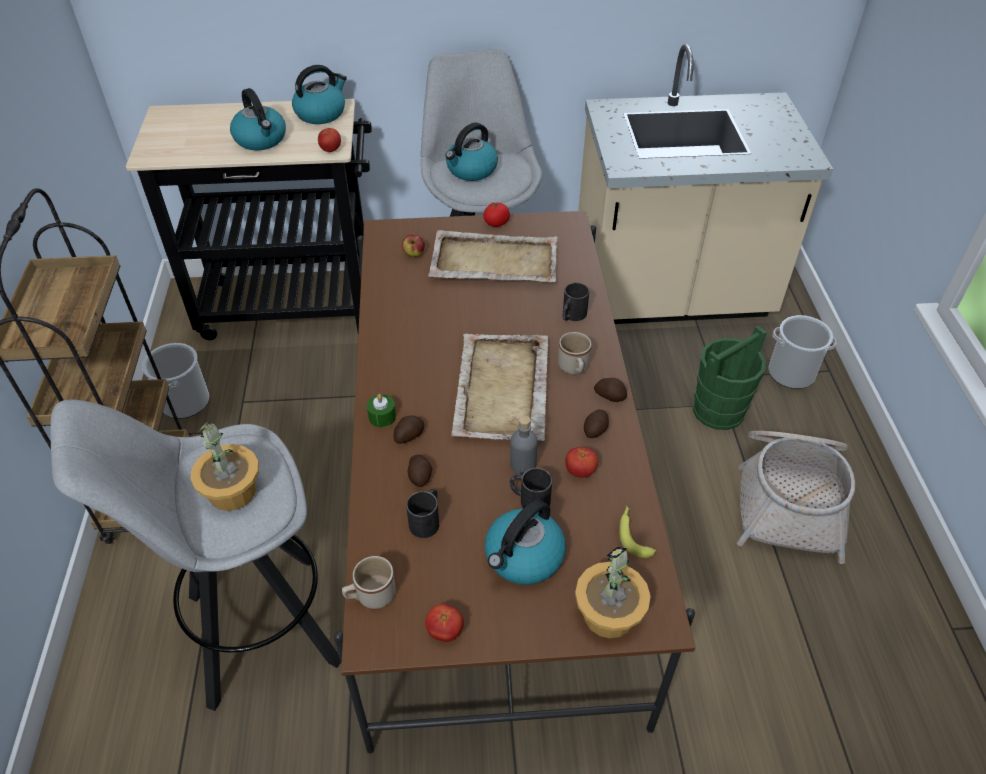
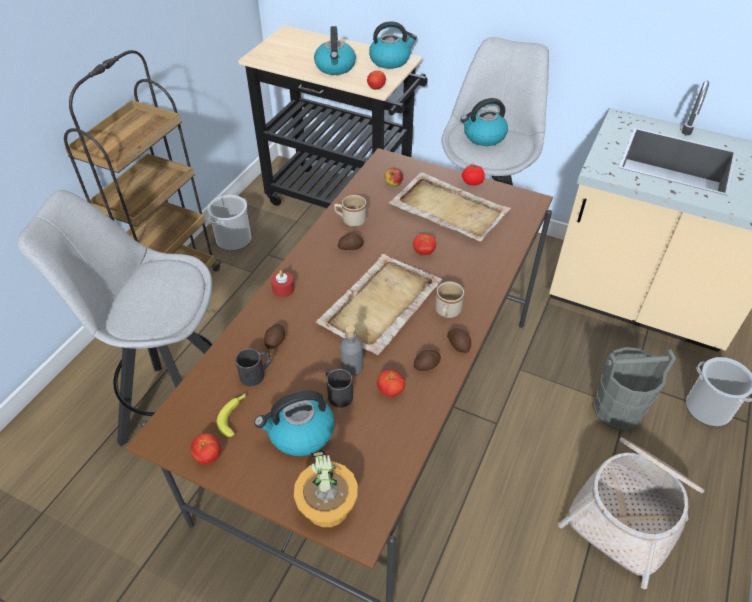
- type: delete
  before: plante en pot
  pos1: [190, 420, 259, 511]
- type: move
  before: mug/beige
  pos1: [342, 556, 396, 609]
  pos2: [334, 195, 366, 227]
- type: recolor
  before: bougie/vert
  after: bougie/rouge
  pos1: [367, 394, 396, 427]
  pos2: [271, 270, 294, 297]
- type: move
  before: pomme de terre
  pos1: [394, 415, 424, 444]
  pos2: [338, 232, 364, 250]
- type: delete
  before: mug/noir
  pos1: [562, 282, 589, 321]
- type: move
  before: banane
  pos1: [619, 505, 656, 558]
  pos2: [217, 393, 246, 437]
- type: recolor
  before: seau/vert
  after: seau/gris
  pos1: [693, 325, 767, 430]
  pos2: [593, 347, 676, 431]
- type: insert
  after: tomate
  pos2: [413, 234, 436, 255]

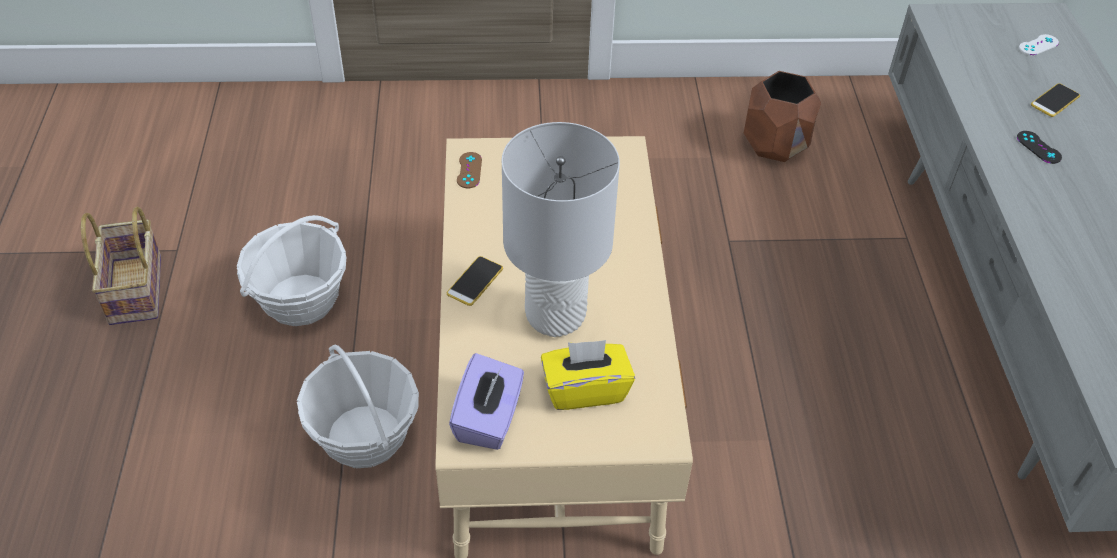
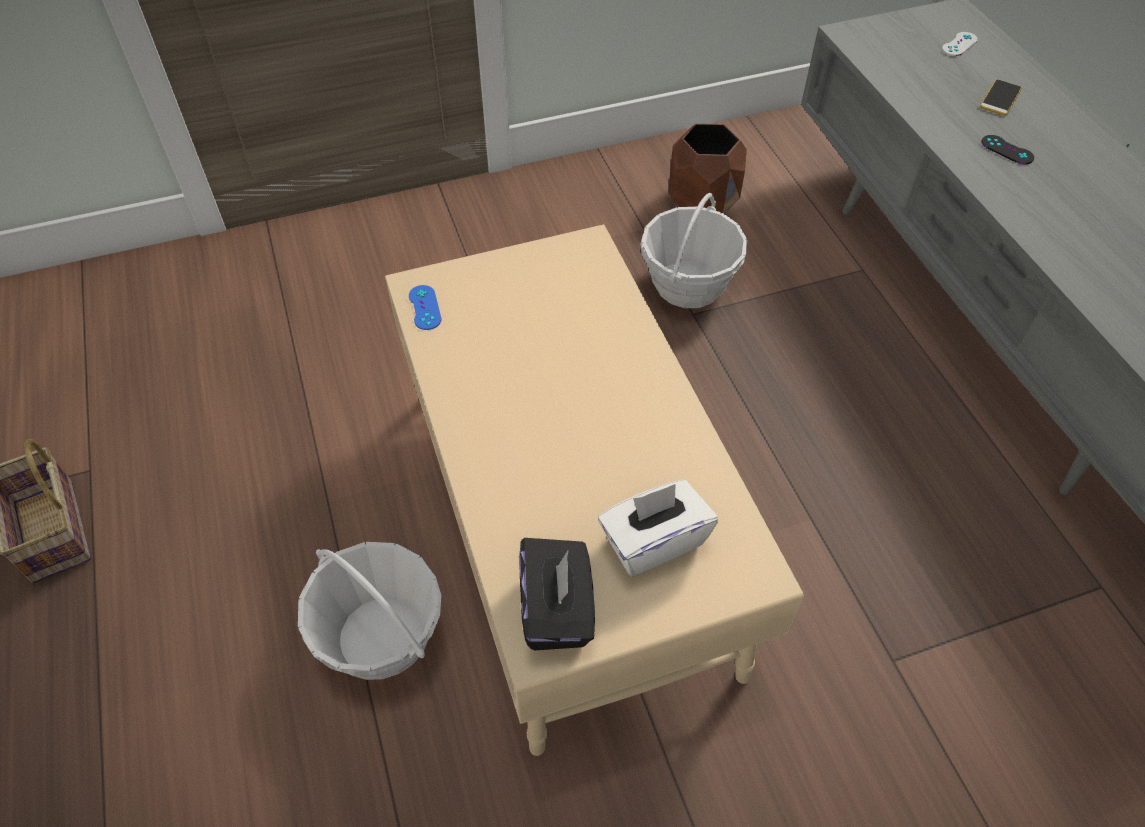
- type: move
  before: panier
  pos1: [236, 215, 346, 326]
  pos2: [640, 193, 747, 308]
- type: delete
  before: téléphone
  pos1: [447, 256, 503, 306]
- type: recolor
  before: boîte à mouchoirs/violet
  after: boîte à mouchoirs/noir
  pos1: [449, 353, 524, 450]
  pos2: [519, 538, 595, 650]
- type: recolor
  before: manette/marron
  after: manette/bleu
  pos1: [457, 152, 482, 189]
  pos2: [409, 285, 441, 330]
- type: delete
  before: lampe de table/gris
  pos1: [502, 122, 620, 337]
- type: recolor
  before: boîte à mouchoirs/jaune
  after: boîte à mouchoirs/blanc
  pos1: [541, 340, 635, 410]
  pos2: [598, 480, 718, 576]

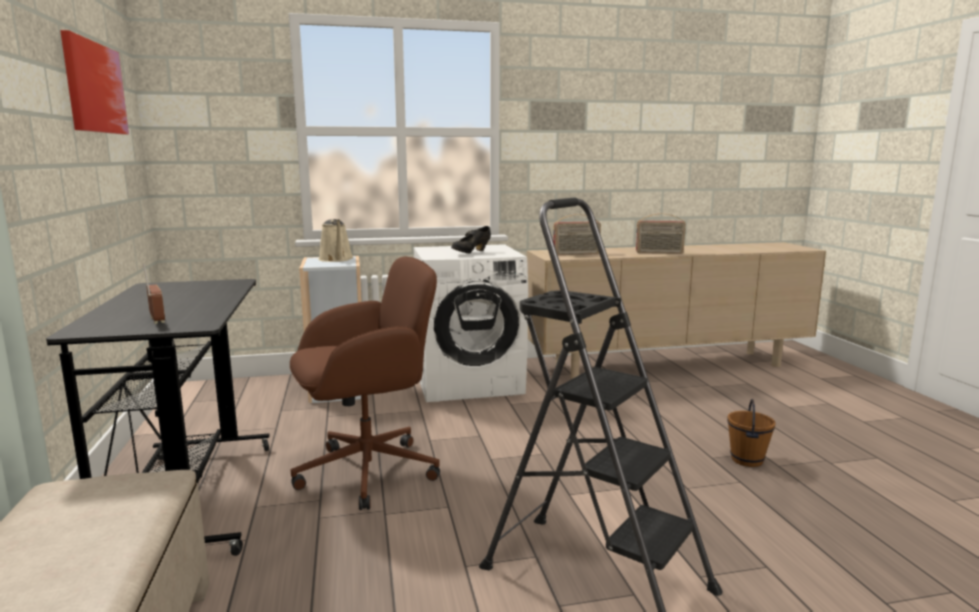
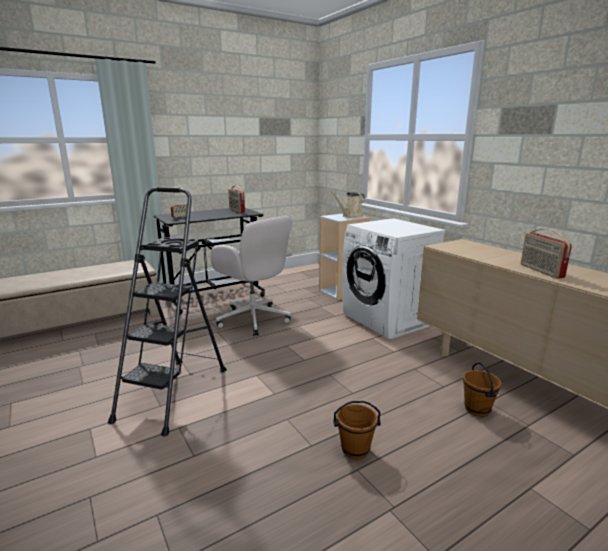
- type: delete
  before: tableau
  pos1: [60, 30, 129, 134]
- type: recolor
  before: chaise de bureau/marron
  after: chaise de bureau/blanc
  pos1: [290, 256, 440, 510]
  pos2: [211, 215, 292, 336]
- type: delete
  before: chaussure/noir
  pos1: [451, 226, 491, 253]
- type: move
  before: radio
  pos1: [553, 214, 601, 255]
  pos2: [228, 185, 245, 213]
- type: insert
  after: seau/marron
  pos2: [463, 363, 502, 417]

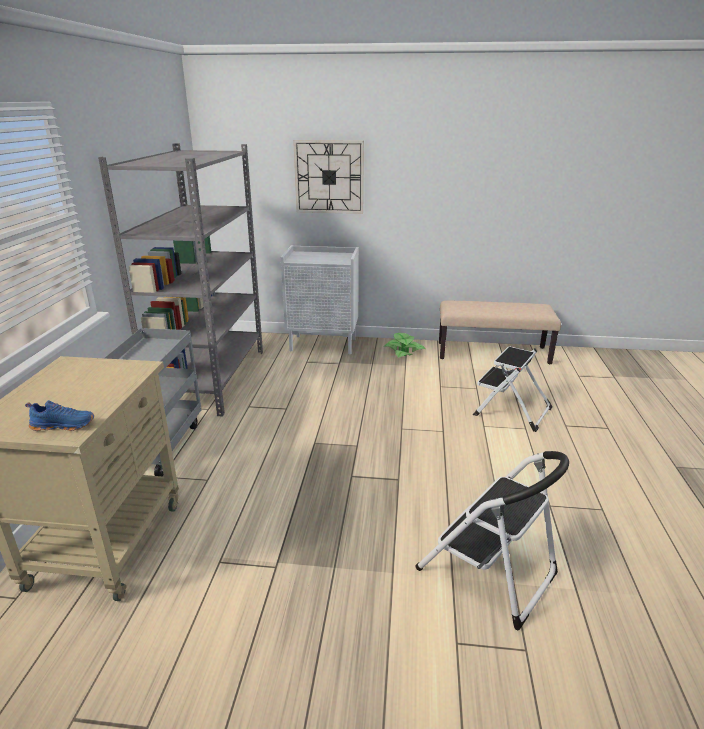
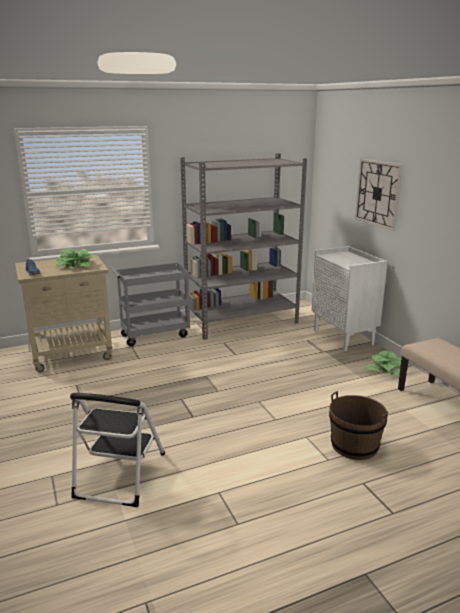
- type: replace
  before: escabeau
  after: seau/marron
  pos1: [473, 347, 553, 432]
  pos2: [329, 391, 388, 460]
- type: insert
  after: plante en pot
  pos2: [56, 249, 94, 267]

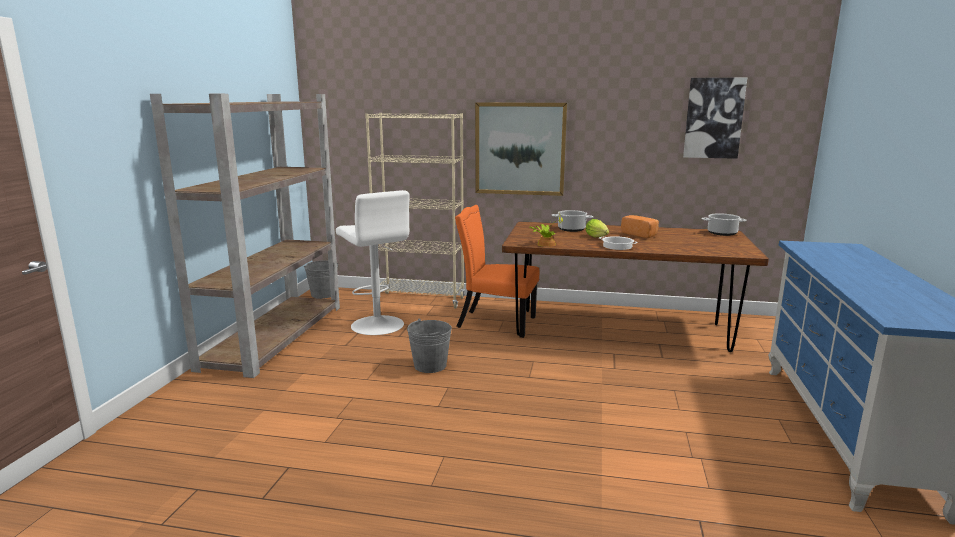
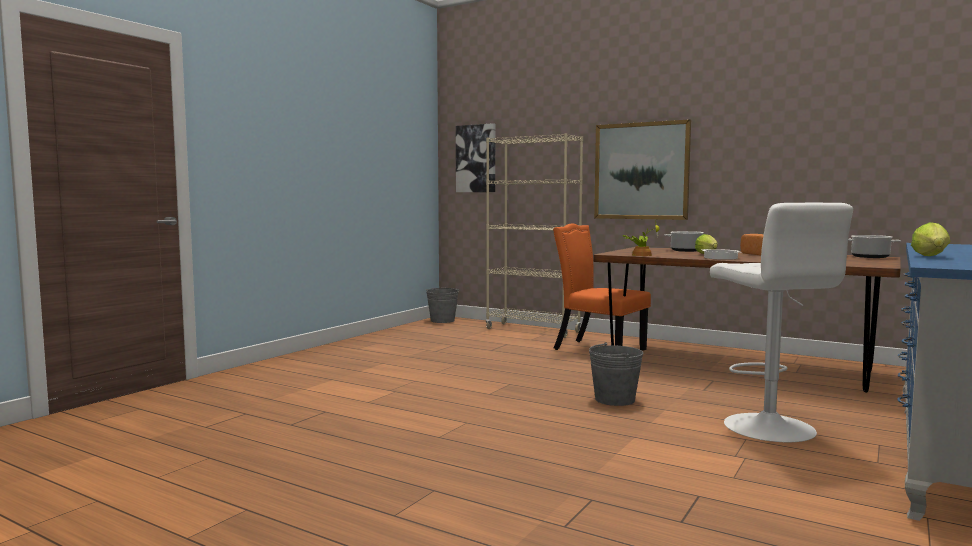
- type: delete
  before: bibliothèque/marron
  pos1: [150, 94, 340, 378]
- type: move
  before: tabouret/blanc
  pos1: [336, 190, 410, 335]
  pos2: [710, 203, 853, 442]
- type: move
  before: seau/gris
  pos1: [407, 319, 452, 373]
  pos2: [589, 342, 644, 406]
- type: move
  before: tableau
  pos1: [683, 78, 747, 159]
  pos2: [456, 123, 495, 192]
- type: insert
  after: laitue
  pos2: [911, 222, 950, 256]

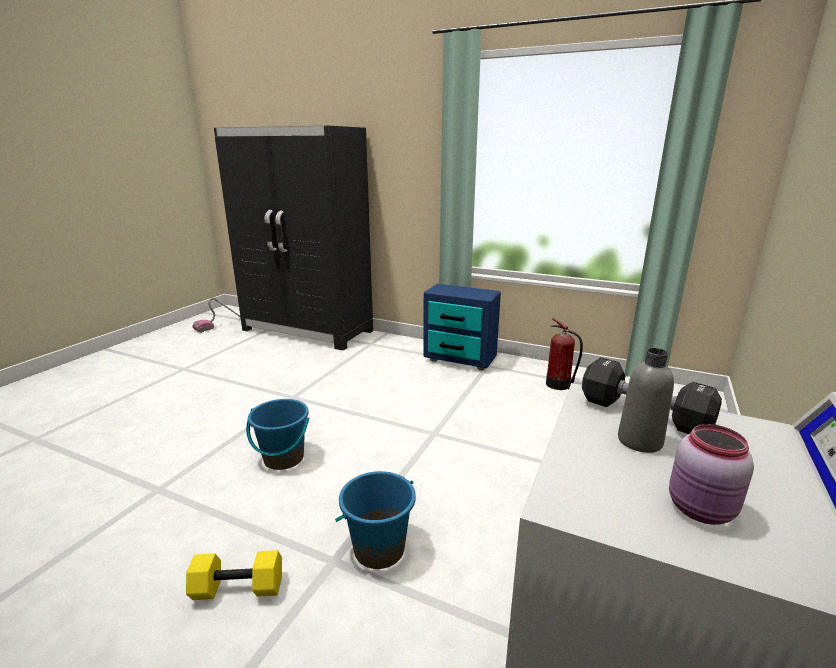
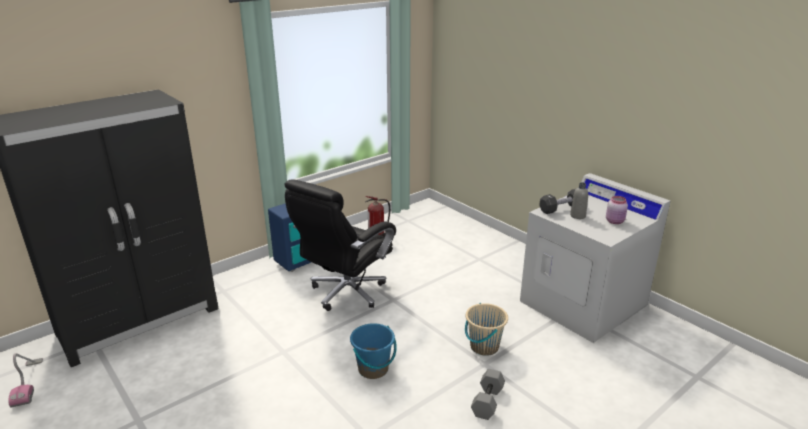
- type: recolor
  before: haltère/jaune
  after: haltère/gris
  pos1: [186, 550, 282, 600]
  pos2: [471, 369, 505, 420]
- type: recolor
  before: seau/bleu
  after: seau/beige
  pos1: [335, 471, 416, 569]
  pos2: [465, 303, 508, 356]
- type: insert
  after: chaise de bureau/noir
  pos2: [285, 180, 396, 311]

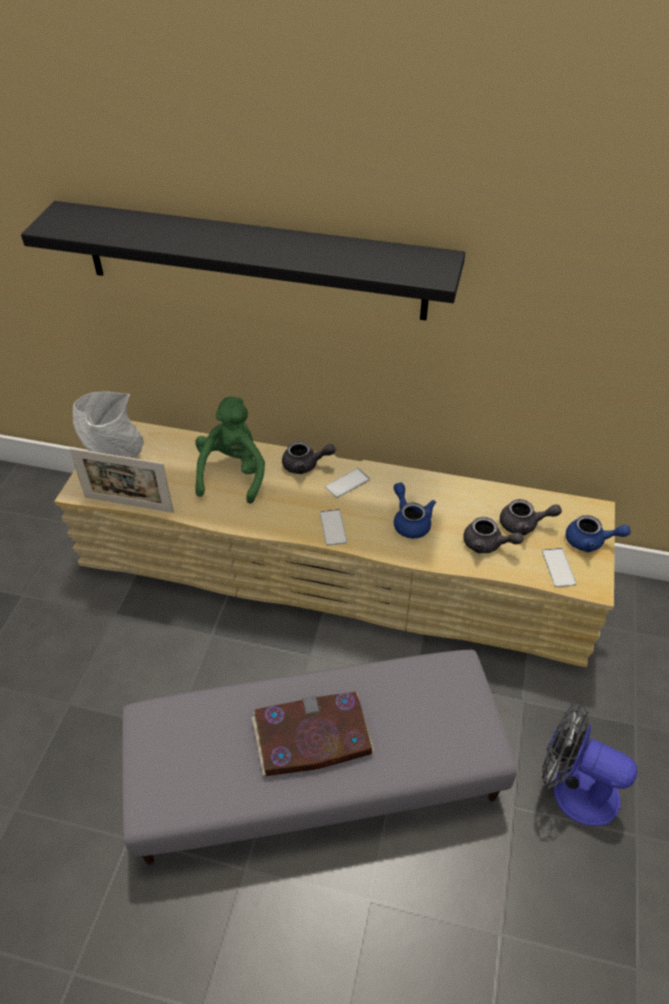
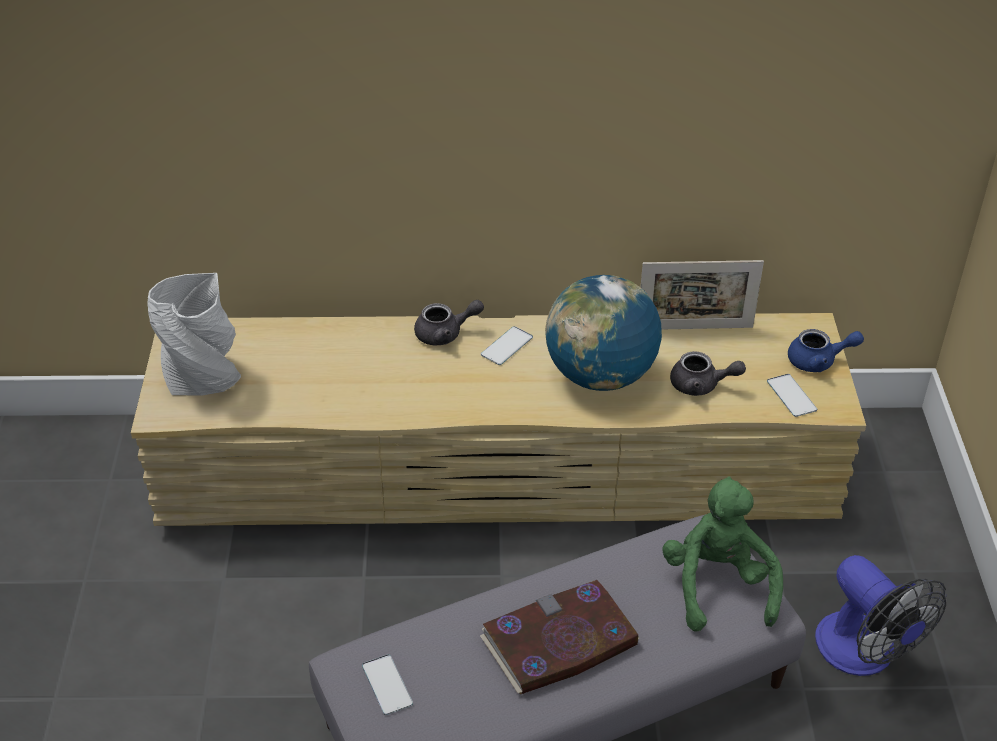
- type: delete
  before: étagère/noir
  pos1: [21, 201, 465, 320]
- type: move
  before: cadre photo
  pos1: [70, 448, 174, 513]
  pos2: [641, 260, 764, 329]
- type: move
  before: peluche/vert
  pos1: [195, 397, 265, 504]
  pos2: [663, 476, 783, 632]
- type: move
  before: téléphone
  pos1: [320, 509, 347, 545]
  pos2: [362, 654, 413, 715]
- type: replace
  before: théière/bleu
  after: globe
  pos1: [394, 483, 436, 538]
  pos2: [545, 275, 662, 391]
- type: delete
  before: théière/gris
  pos1: [500, 499, 562, 535]
- type: rotate
  before: ventilateur
  pos1: [542, 702, 637, 827]
  pos2: [815, 555, 946, 676]
  turn: -135

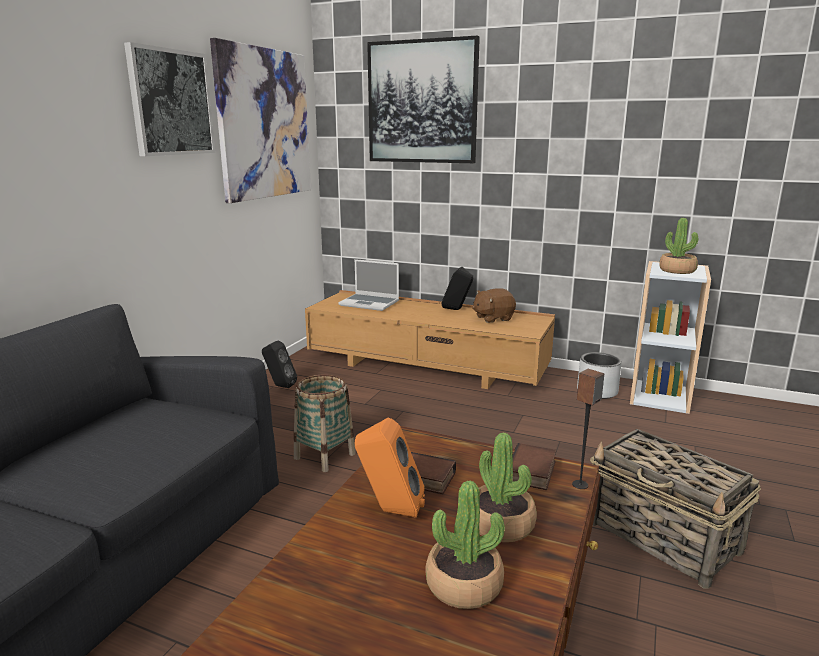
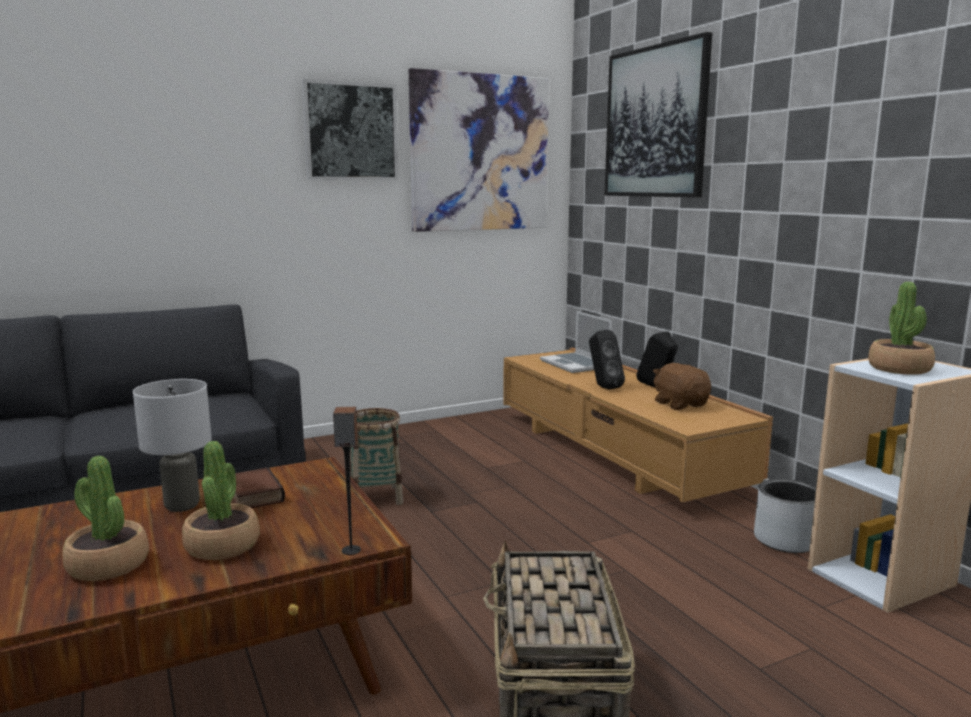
- type: move
  before: enceinte/noir
  pos1: [262, 340, 297, 388]
  pos2: [589, 330, 625, 389]
- type: replace
  before: enceinte/orange
  after: lampe de table/blanc
  pos1: [355, 418, 425, 518]
  pos2: [133, 379, 212, 512]
- type: rotate
  before: peluche/marron
  pos1: [472, 288, 516, 323]
  pos2: [653, 363, 711, 410]
  turn: 45
- type: delete
  before: livre
  pos1: [512, 443, 556, 490]

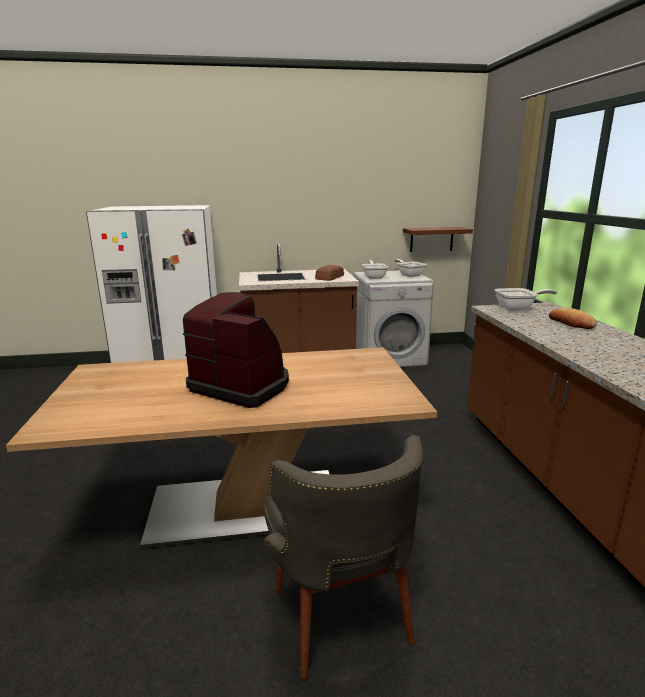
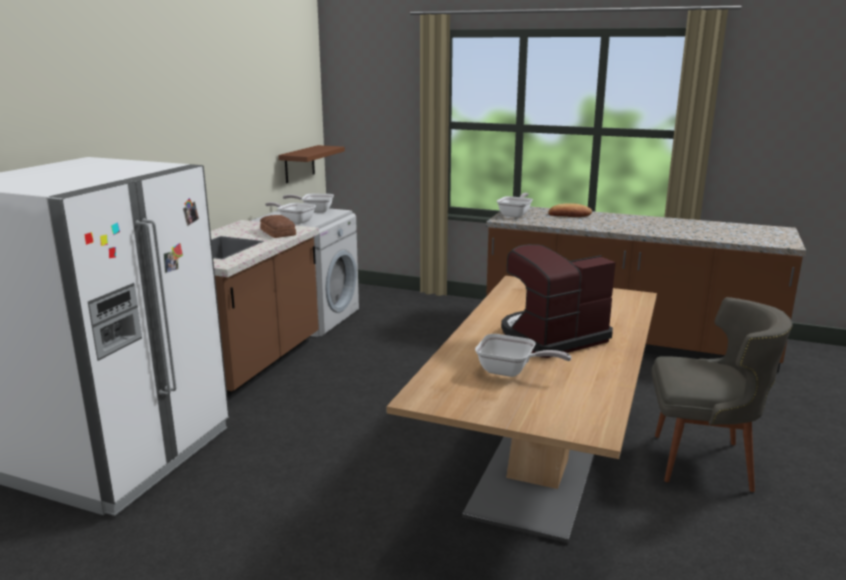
- type: insert
  after: poêle
  pos2: [475, 334, 572, 377]

